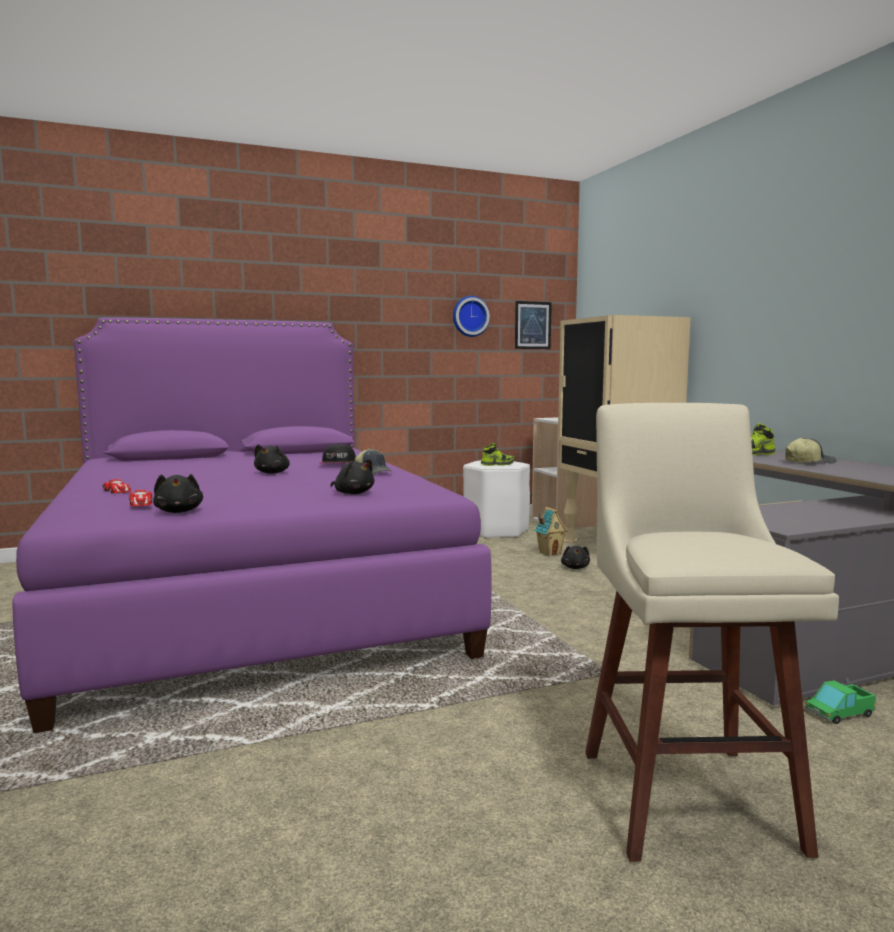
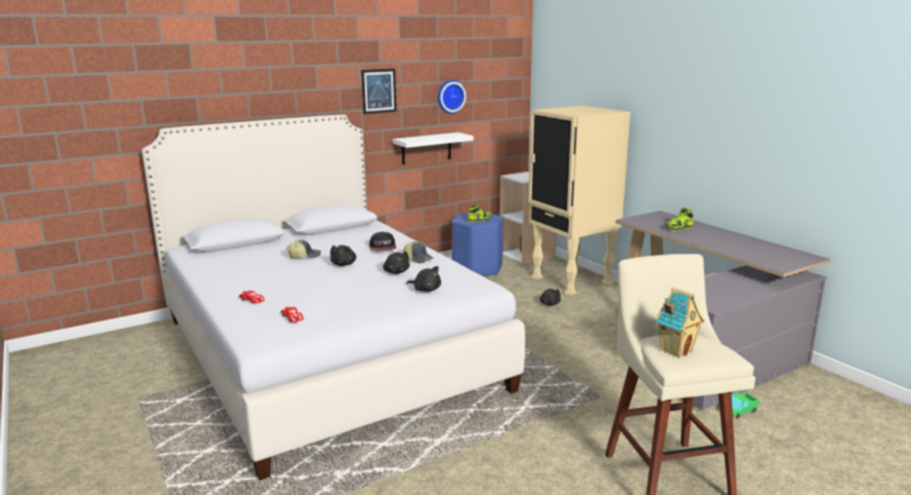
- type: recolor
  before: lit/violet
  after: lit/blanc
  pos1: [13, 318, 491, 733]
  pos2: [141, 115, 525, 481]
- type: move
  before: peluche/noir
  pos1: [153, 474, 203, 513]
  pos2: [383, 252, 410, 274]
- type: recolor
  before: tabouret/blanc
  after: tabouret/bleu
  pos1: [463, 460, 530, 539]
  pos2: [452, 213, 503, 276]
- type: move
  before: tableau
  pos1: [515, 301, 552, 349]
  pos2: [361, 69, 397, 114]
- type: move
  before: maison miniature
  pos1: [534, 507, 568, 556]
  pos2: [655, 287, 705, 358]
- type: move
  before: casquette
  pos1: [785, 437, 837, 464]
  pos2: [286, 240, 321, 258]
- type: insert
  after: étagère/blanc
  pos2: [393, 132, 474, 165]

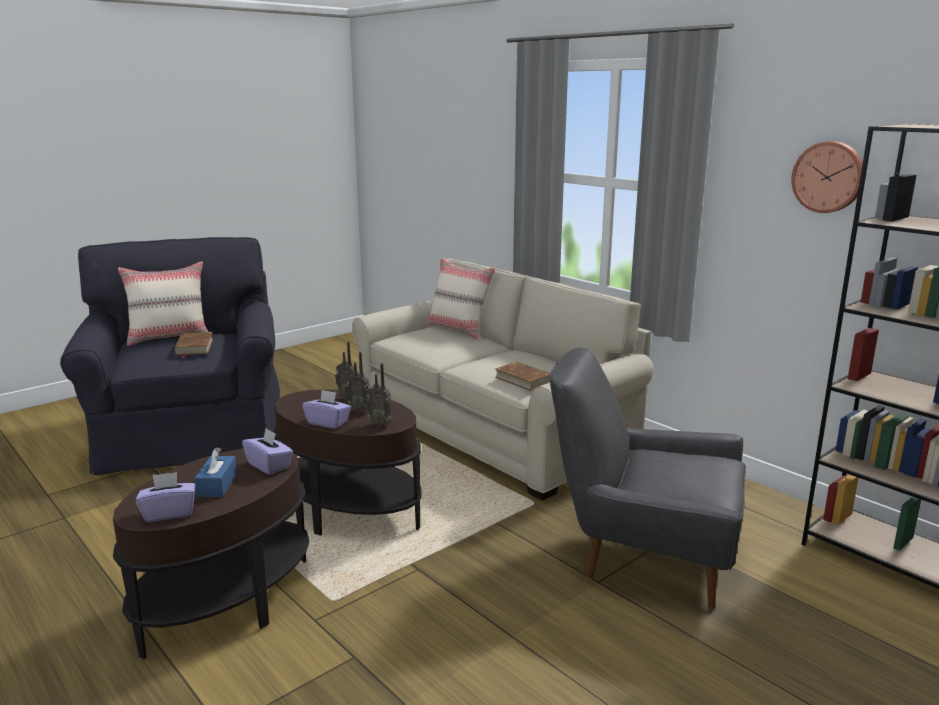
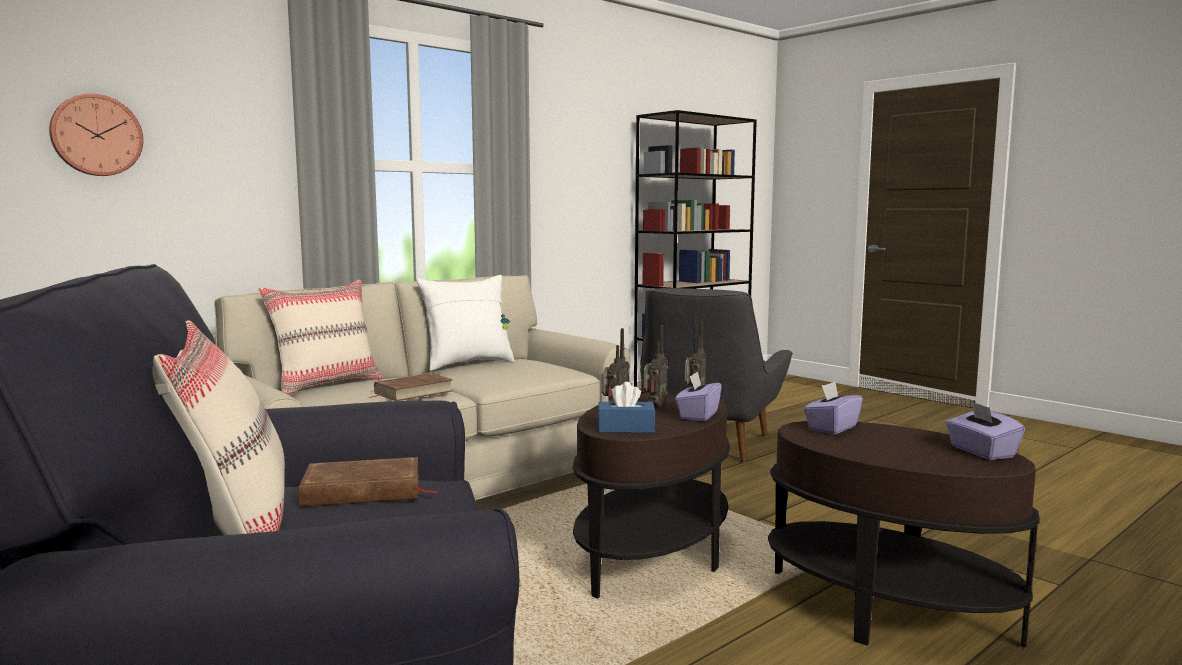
- type: move
  before: boîte à mouchoirs/bleu
  pos1: [195, 447, 237, 497]
  pos2: [598, 382, 656, 433]
- type: move
  before: livre/marron
  pos1: [495, 362, 550, 391]
  pos2: [370, 373, 453, 401]
- type: move
  before: horloge murale
  pos1: [791, 141, 863, 213]
  pos2: [49, 94, 143, 176]
- type: insert
  after: coussin/blanc
  pos2: [416, 275, 515, 371]

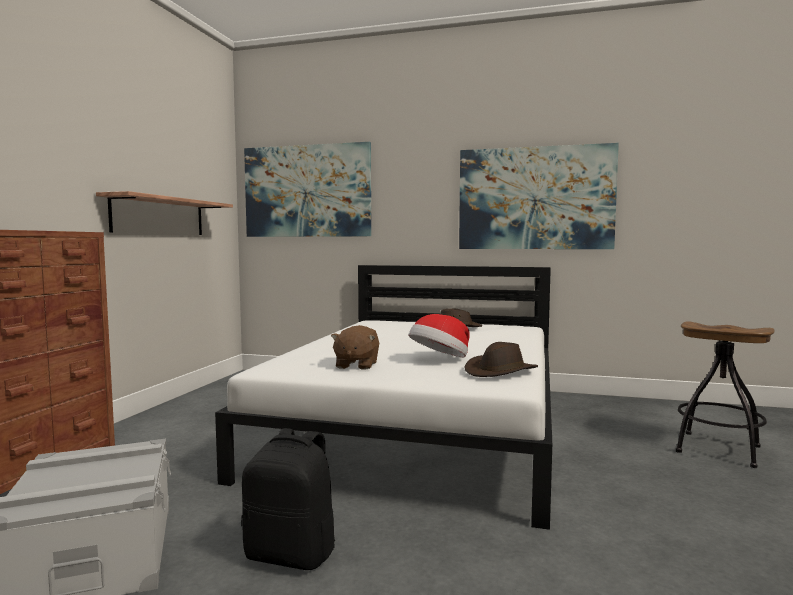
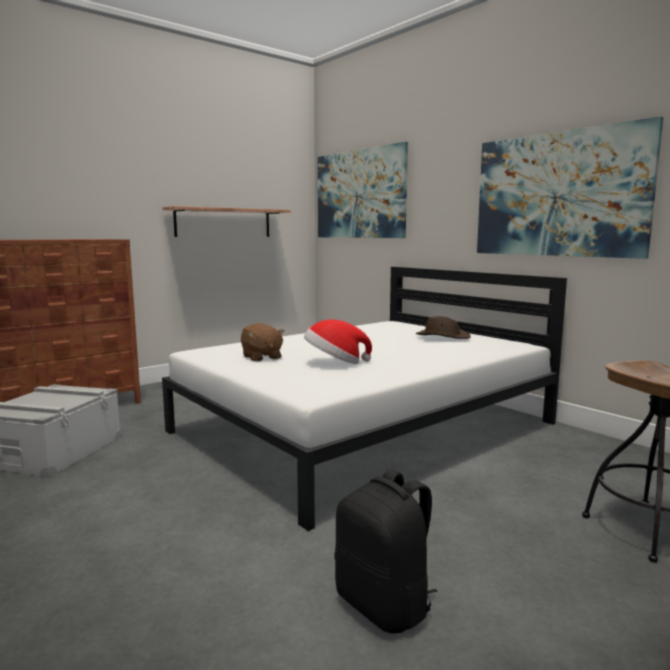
- type: move
  before: sac à dos/noir
  pos1: [241, 428, 335, 570]
  pos2: [335, 469, 437, 633]
- type: rotate
  before: peluche/marron
  pos1: [331, 325, 379, 370]
  pos2: [241, 323, 285, 362]
  turn: -75
- type: delete
  before: chapeau/marron
  pos1: [465, 342, 538, 377]

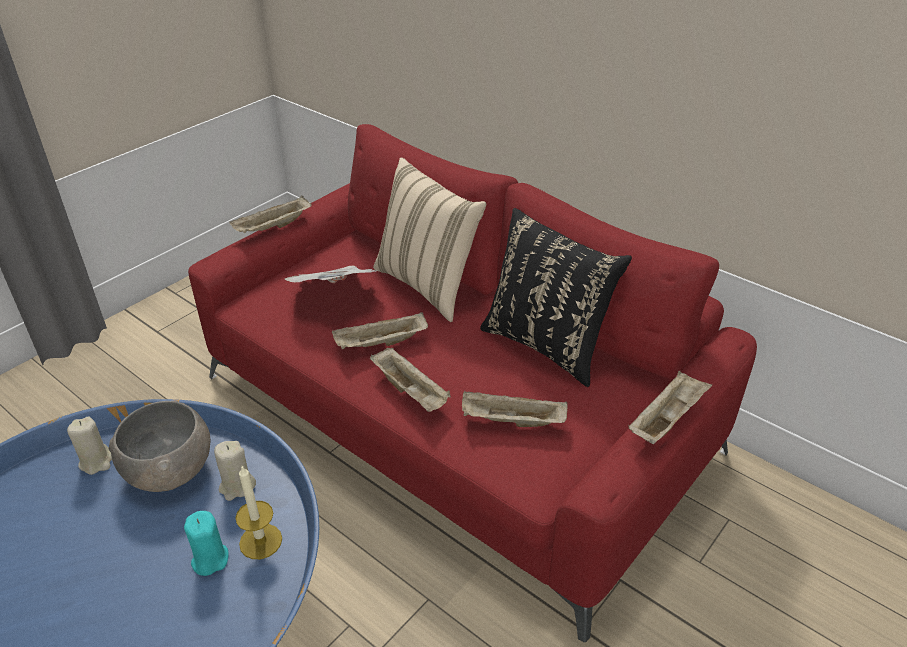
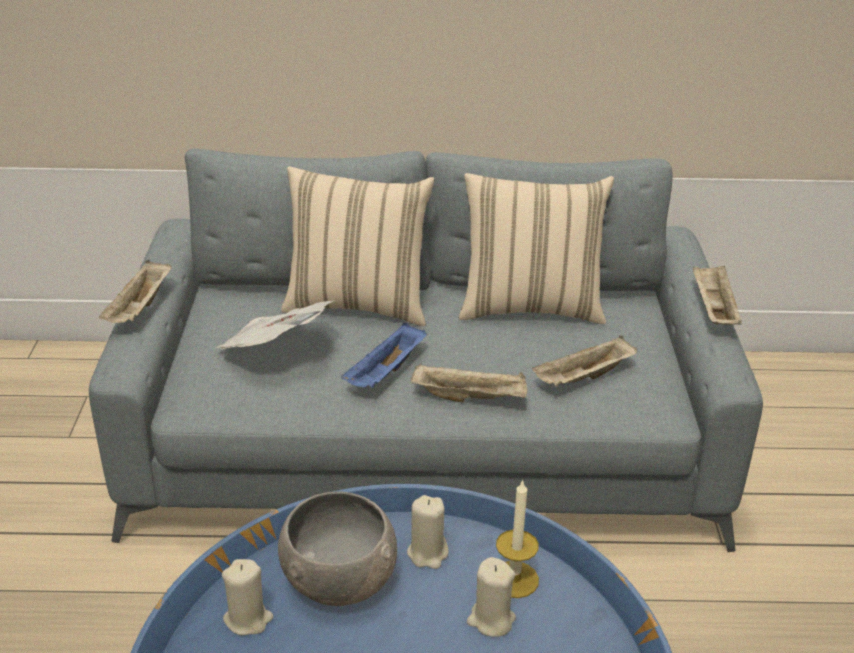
- type: recolor
  before: bougie/turquoise
  after: bougie/beige
  pos1: [184, 511, 229, 576]
  pos2: [467, 557, 516, 637]
- type: recolor
  before: canapé/rouge
  after: canapé/gris
  pos1: [188, 124, 757, 642]
  pos2: [89, 149, 763, 552]
- type: recolor
  before: plateau/beige
  after: plateau/bleu
  pos1: [332, 312, 428, 349]
  pos2: [341, 322, 427, 388]
- type: recolor
  before: coussin/noir
  after: coussin/beige
  pos1: [480, 208, 632, 387]
  pos2: [459, 173, 614, 324]

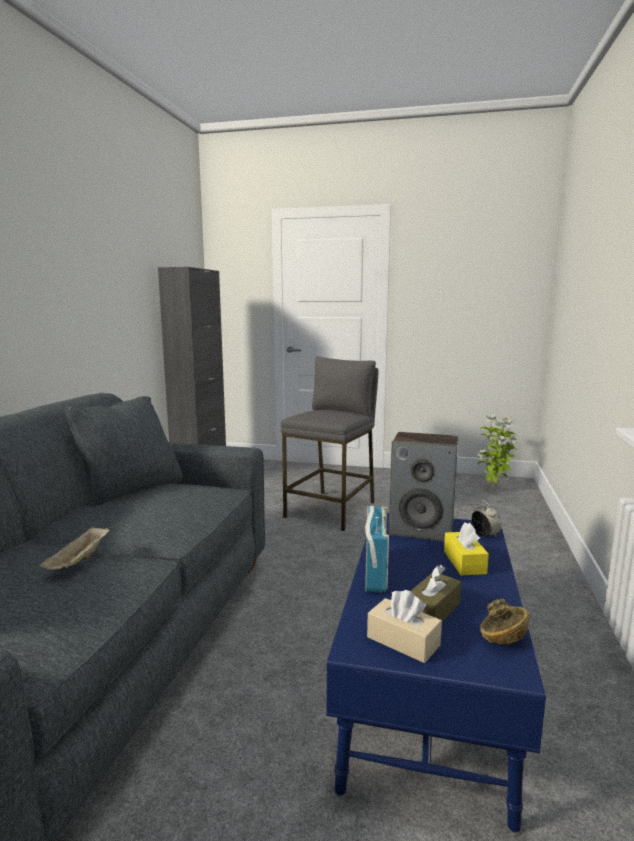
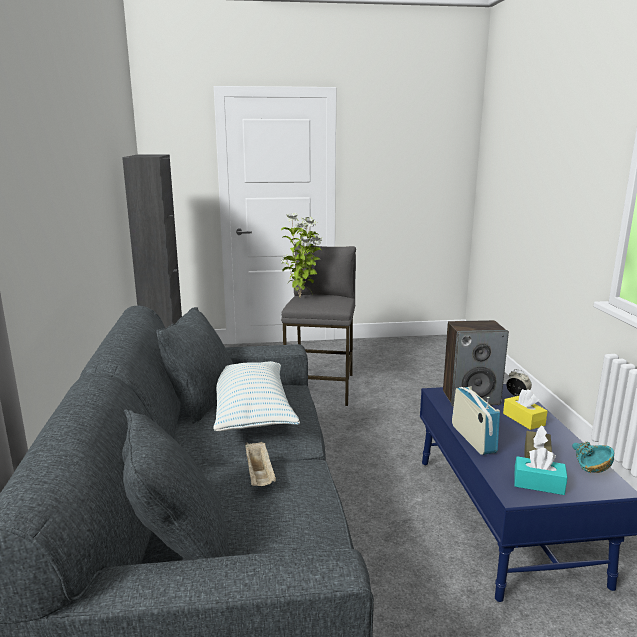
- type: recolor
  before: boîte à mouchoirs/beige
  after: boîte à mouchoirs/turquoise
  pos1: [367, 590, 442, 663]
  pos2: [514, 448, 568, 495]
- type: move
  before: plante en pot
  pos1: [477, 414, 519, 490]
  pos2: [281, 212, 322, 297]
- type: recolor
  before: bol/marron
  after: bol/turquoise
  pos1: [480, 598, 530, 645]
  pos2: [572, 442, 614, 473]
- type: insert
  after: coussin
  pos2: [213, 361, 300, 431]

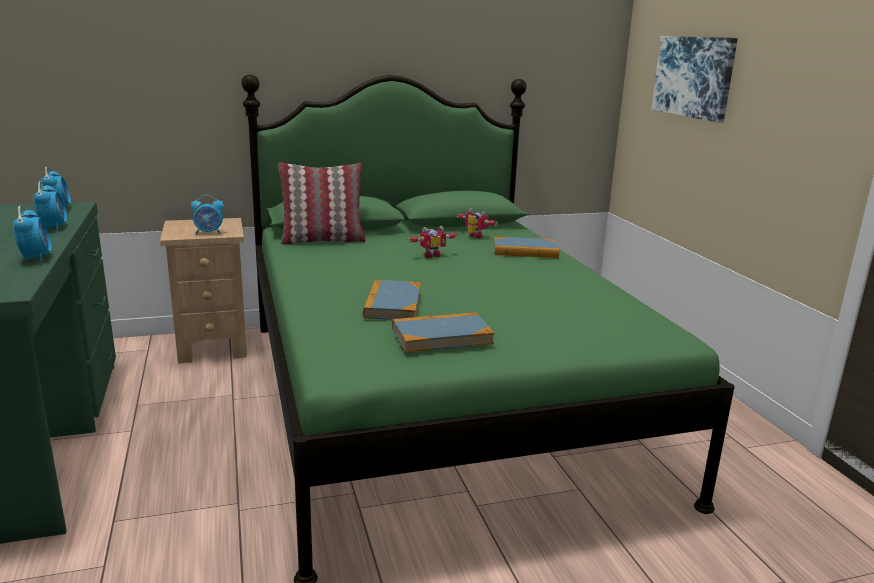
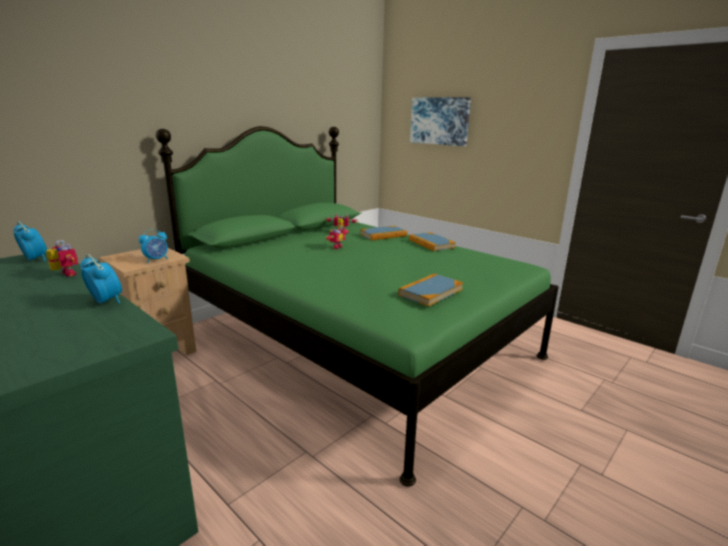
- type: replace
  before: réveil
  after: robot jouet
  pos1: [34, 181, 67, 232]
  pos2: [46, 240, 78, 277]
- type: delete
  before: coussin
  pos1: [278, 163, 366, 245]
- type: move
  before: livre
  pos1: [363, 280, 421, 320]
  pos2: [409, 232, 456, 251]

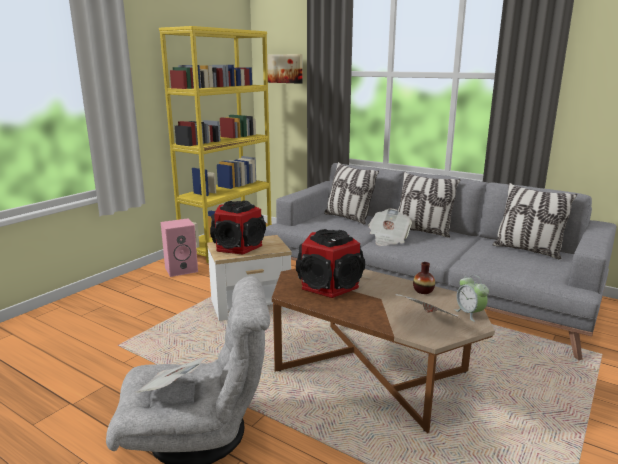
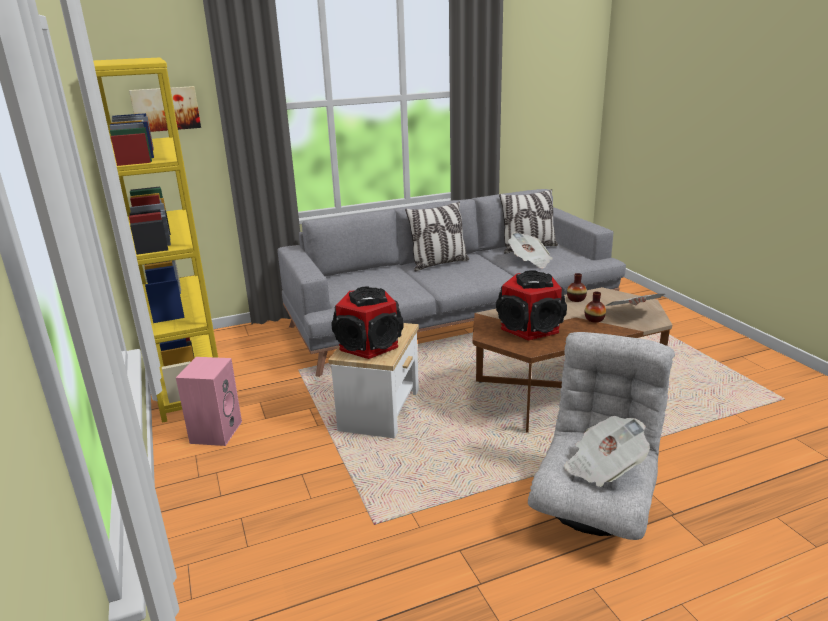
- type: delete
  before: coussin
  pos1: [324, 162, 379, 225]
- type: move
  before: journal
  pos1: [368, 209, 412, 246]
  pos2: [508, 232, 553, 268]
- type: delete
  before: réveil
  pos1: [455, 275, 489, 322]
- type: insert
  after: vase
  pos2: [585, 291, 606, 322]

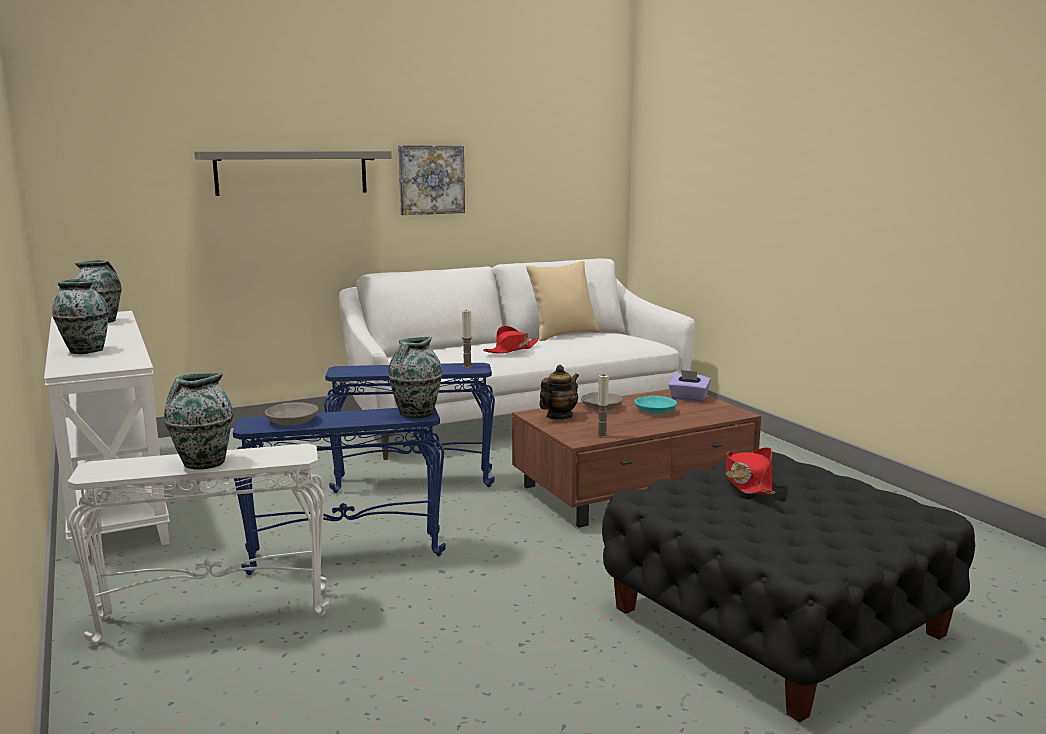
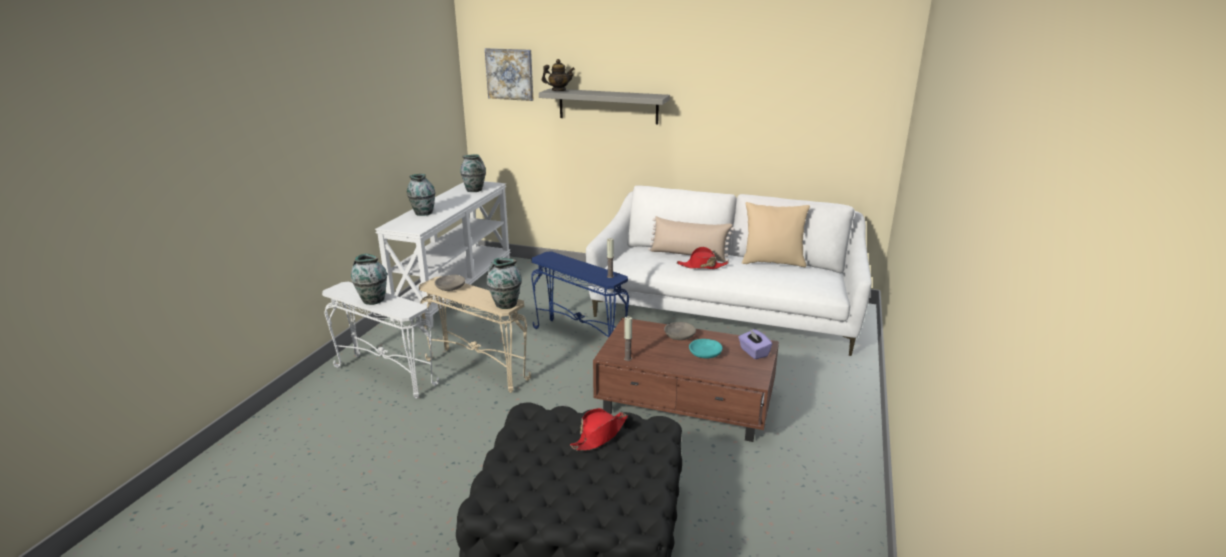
- type: recolor
  before: table d'appoint/bleu
  after: table d'appoint/beige
  pos1: [233, 408, 446, 575]
  pos2: [419, 276, 531, 393]
- type: move
  before: tableau
  pos1: [398, 145, 465, 215]
  pos2: [485, 48, 533, 101]
- type: move
  before: théière
  pos1: [539, 365, 579, 419]
  pos2: [542, 59, 575, 91]
- type: insert
  after: coussin/beige
  pos2: [648, 216, 735, 262]

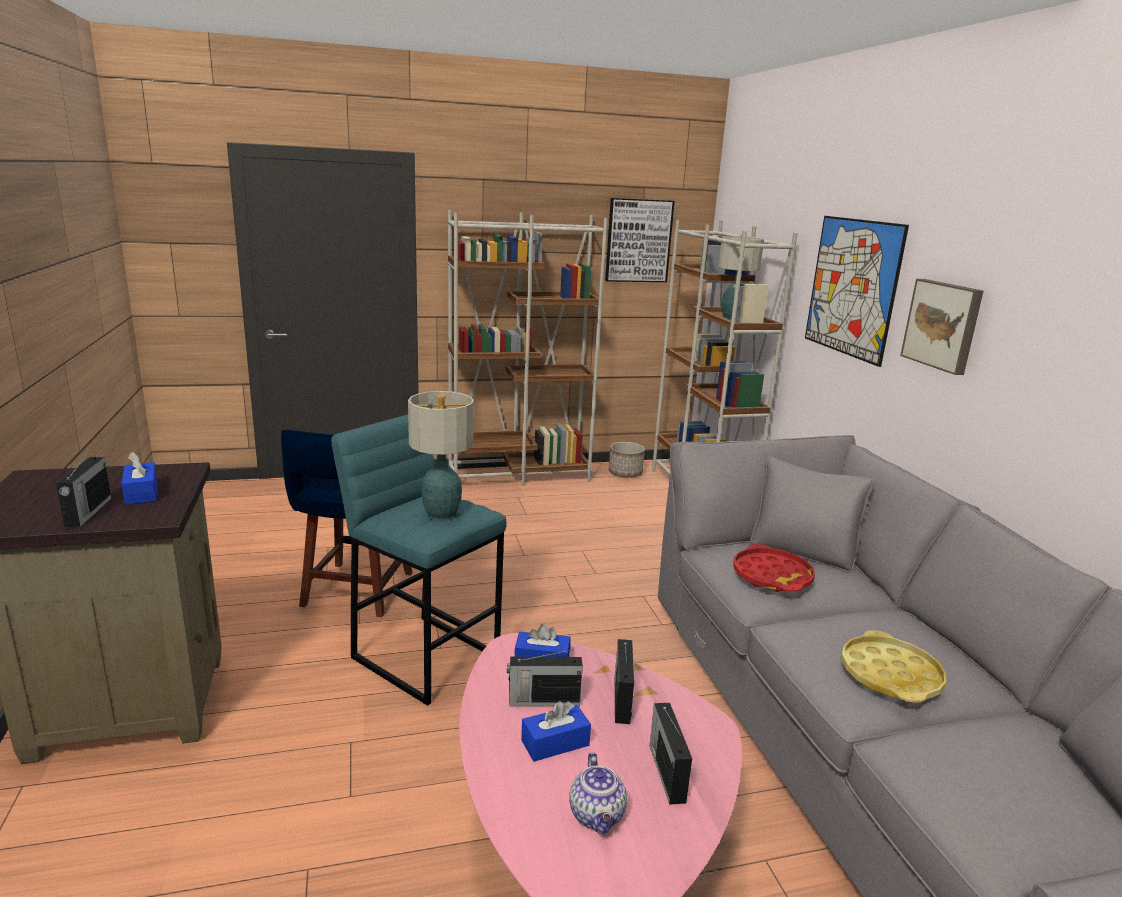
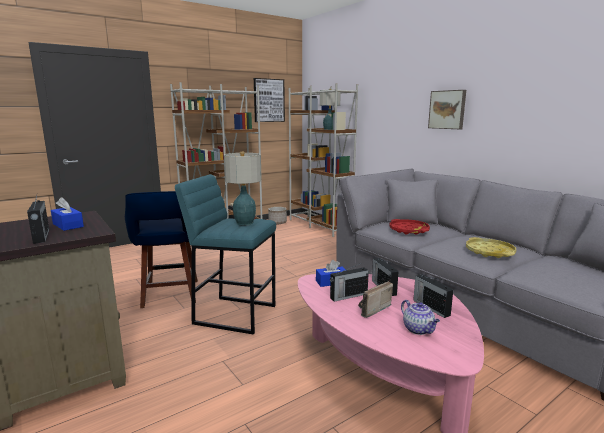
- type: replace
  before: boîte à mouchoirs/bleu
  after: radio
  pos1: [521, 701, 591, 762]
  pos2: [358, 281, 393, 318]
- type: delete
  before: tableau
  pos1: [805, 216, 909, 367]

